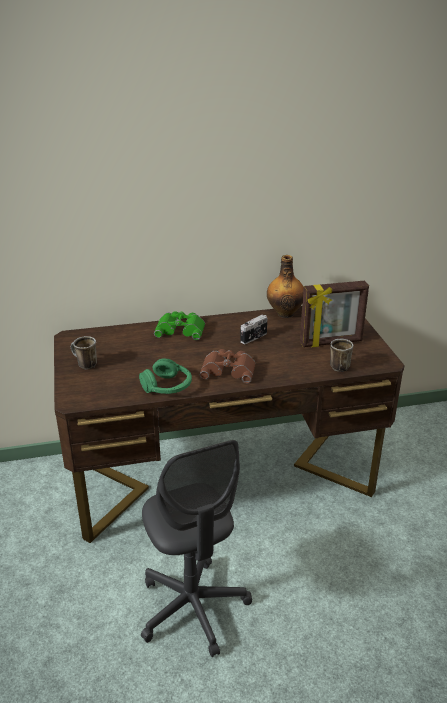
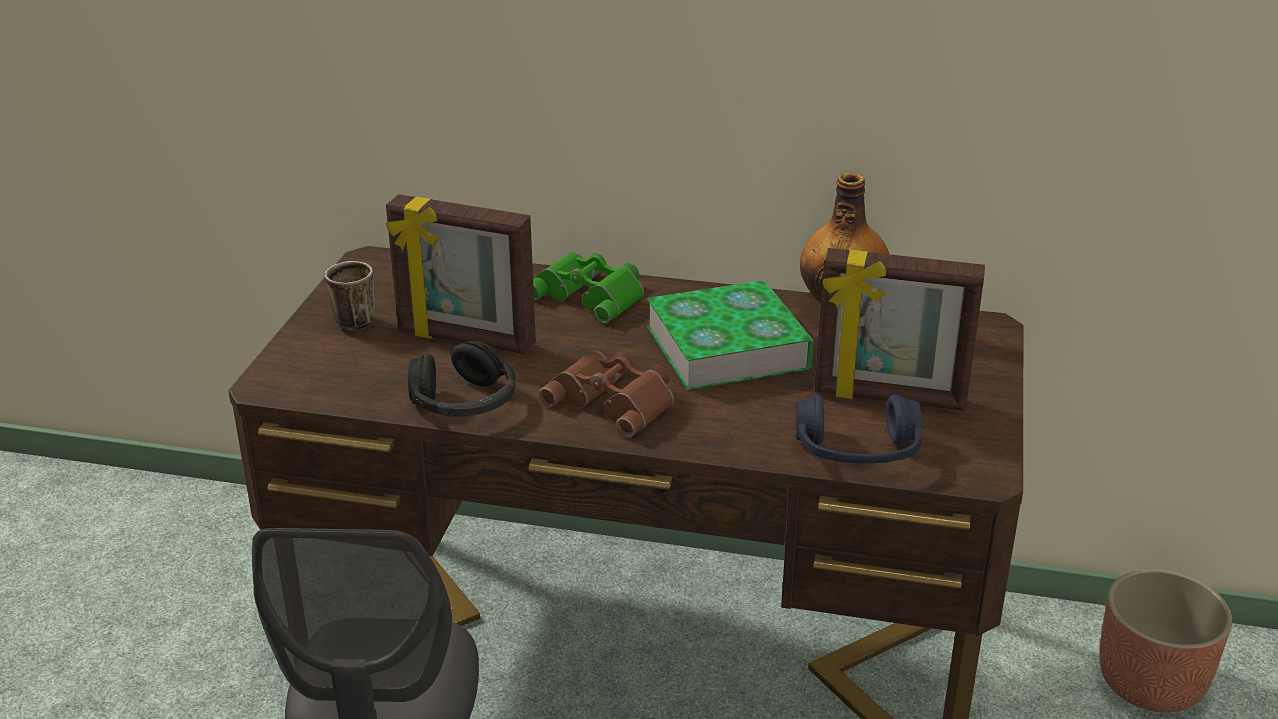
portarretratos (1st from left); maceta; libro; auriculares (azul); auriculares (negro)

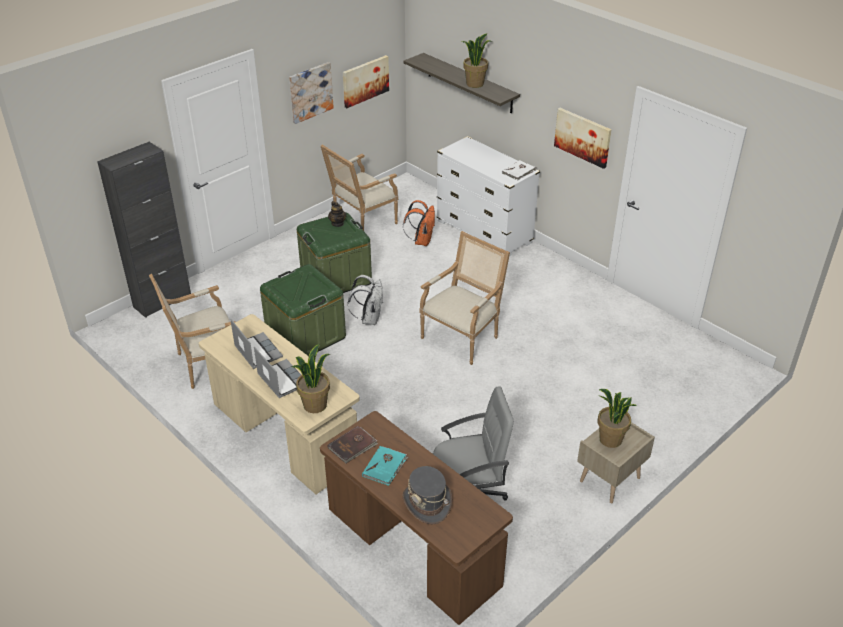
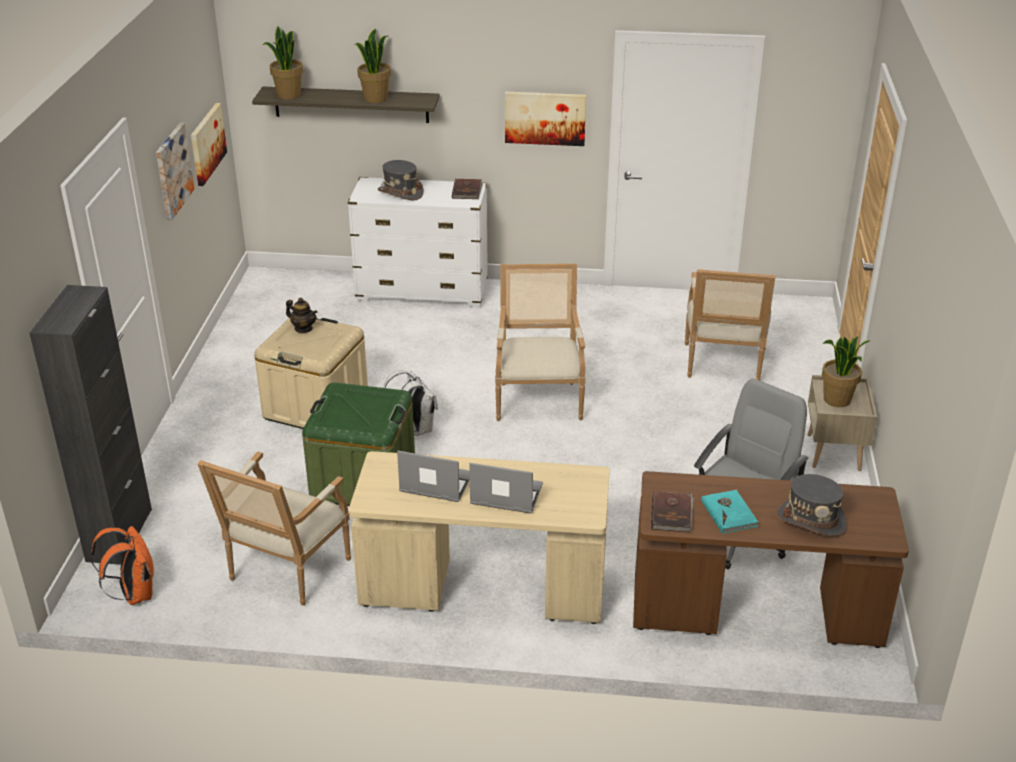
sombrero (gris) (1st from left); planta en maceta (1st from left); sillón (3rd from left); mochila (naranja); caja de almacenaje (beis); libro (marrón) (1st from left)

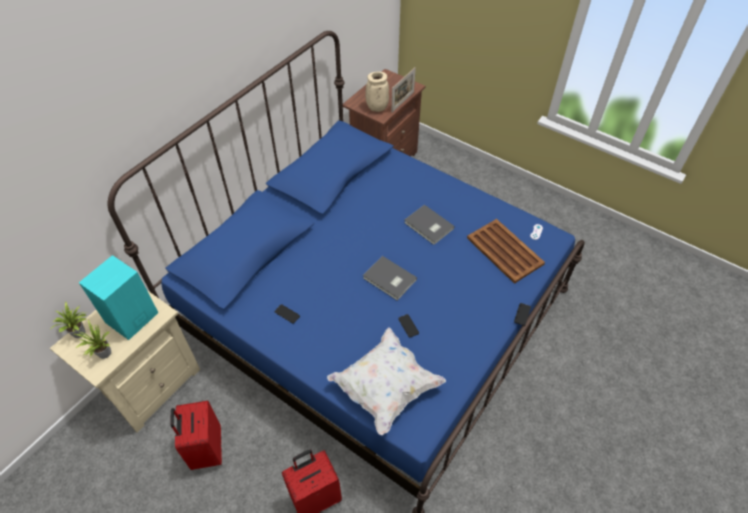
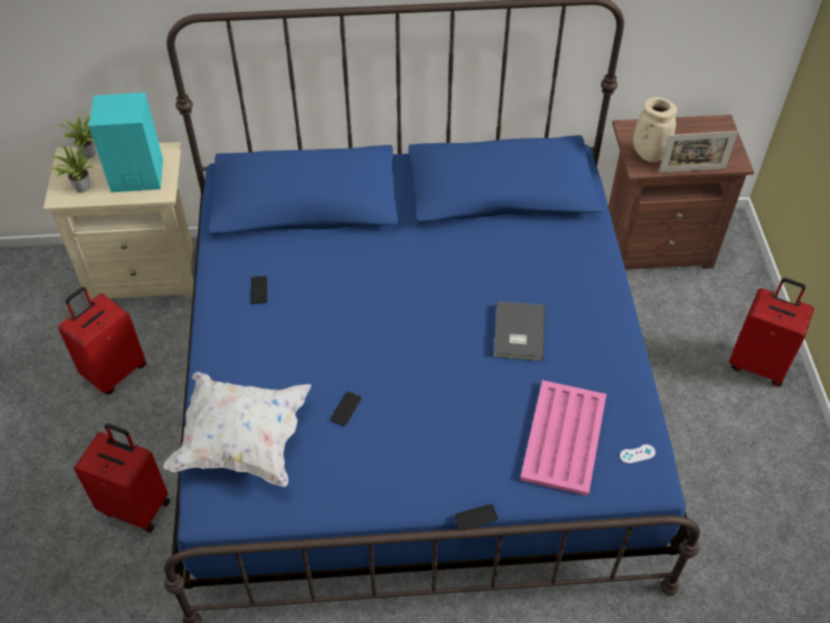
libro (gris) (1st from left in the first image); maleta (rojo) (3rd from left); bandeja (rosa)

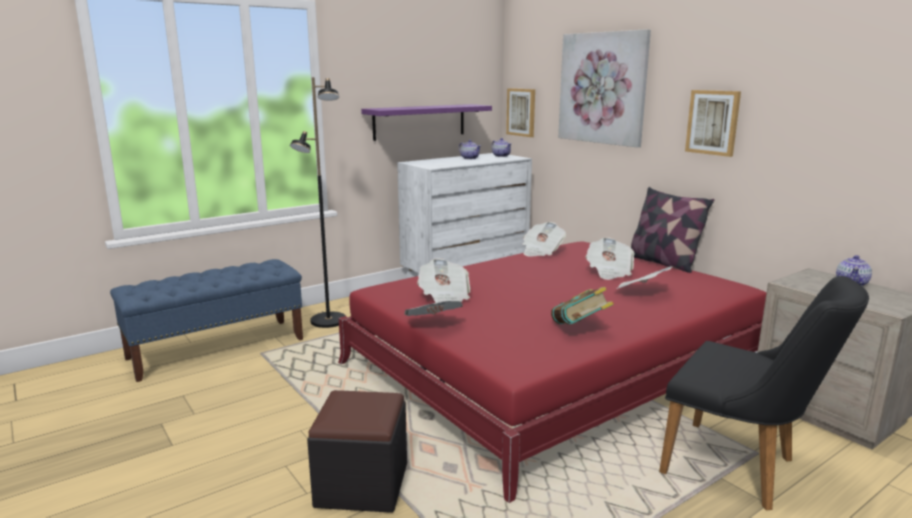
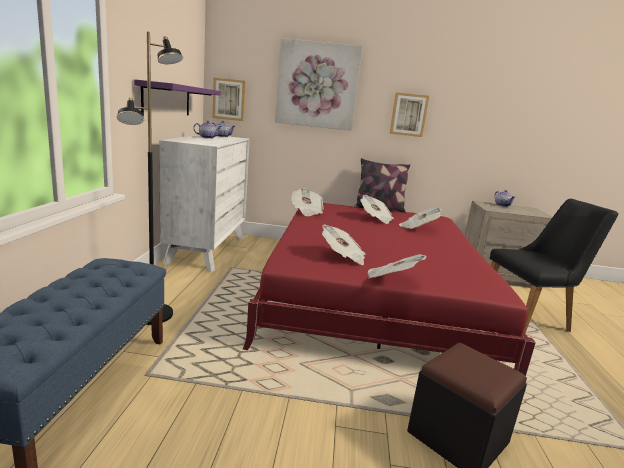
libro

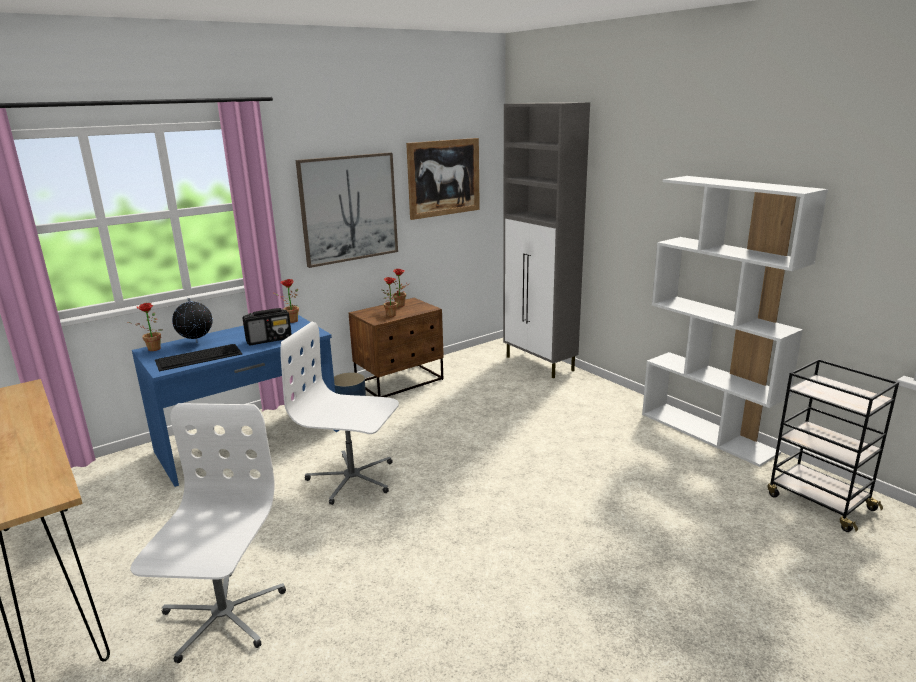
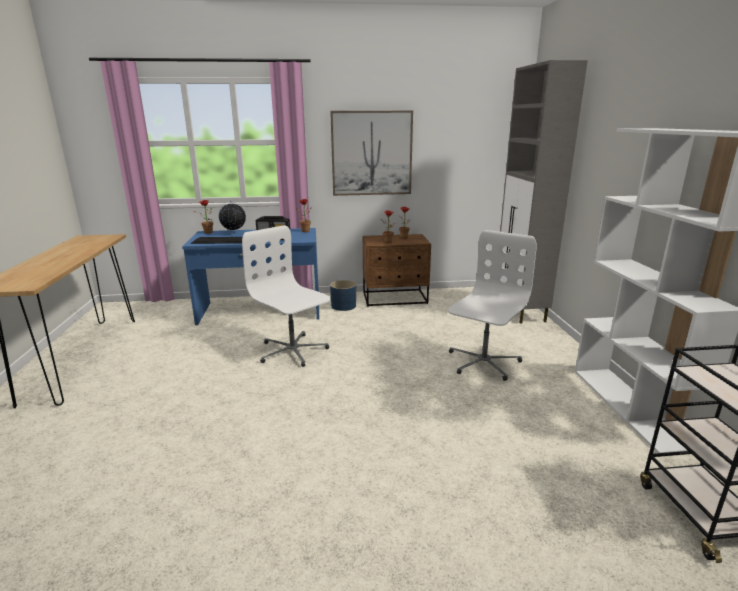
cuadro (2nd from left in the first image); silla de oficina (blanco) (2nd from left)

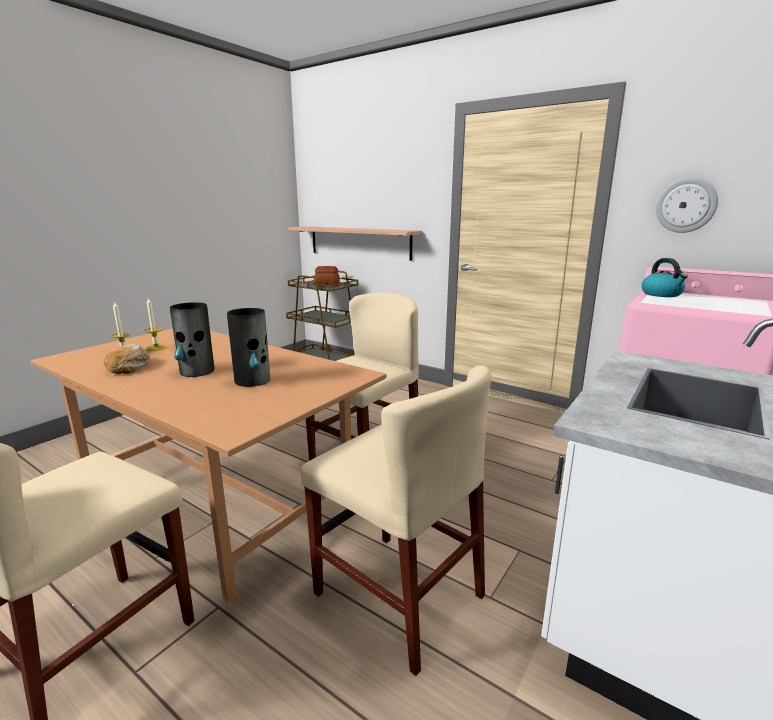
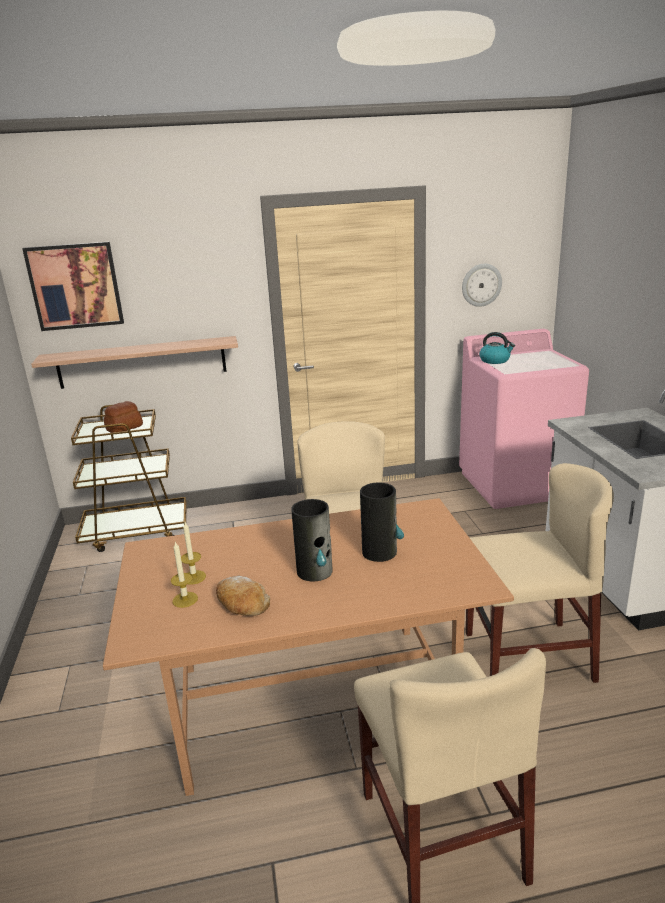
cuadro

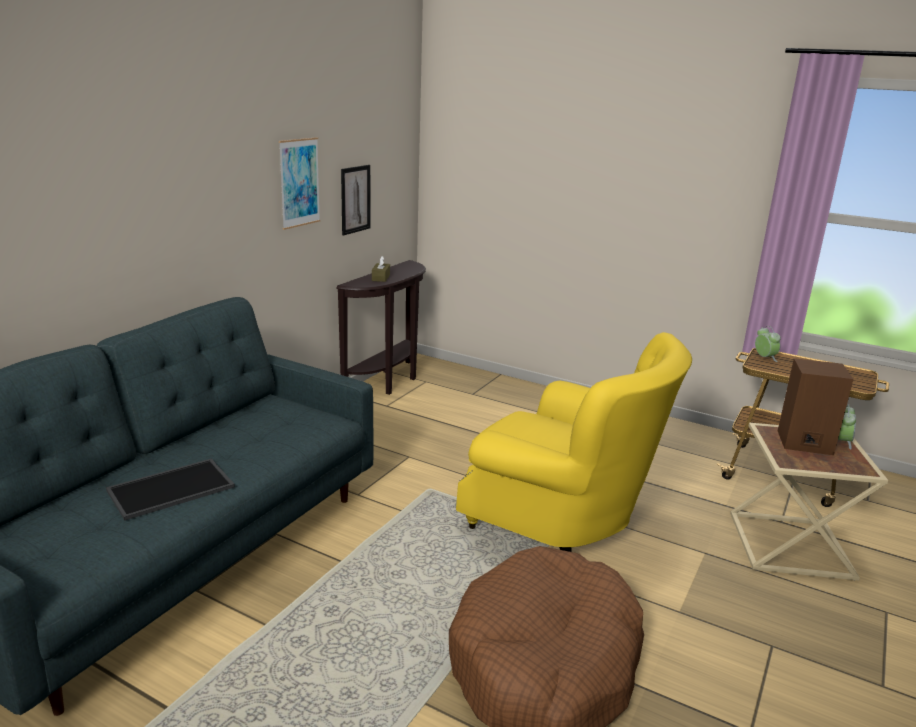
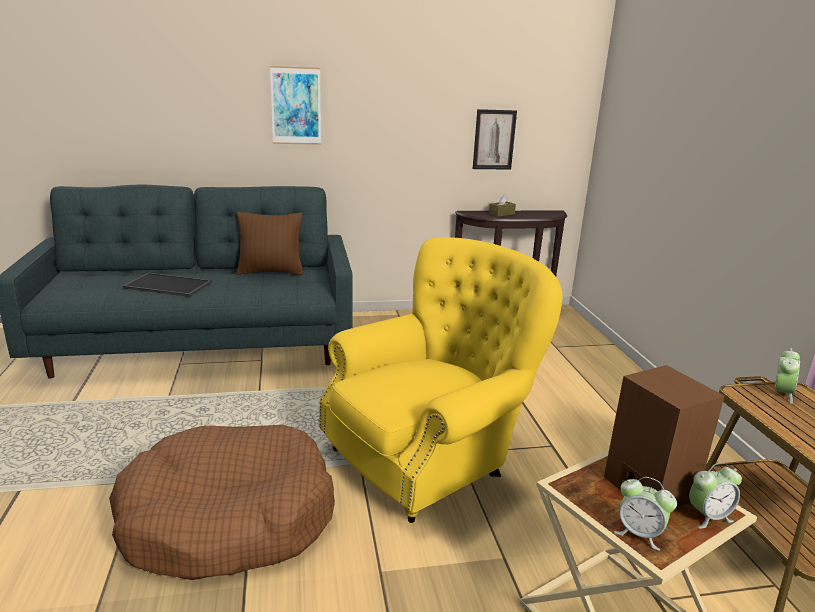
cojín (marrón); despertador (1st from left); cuadro (1st from left); sillón (amarillo)

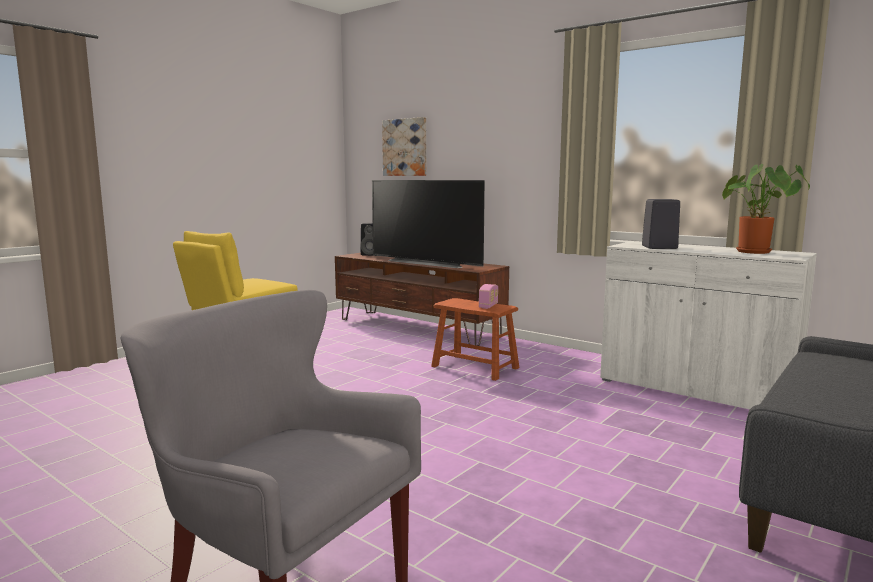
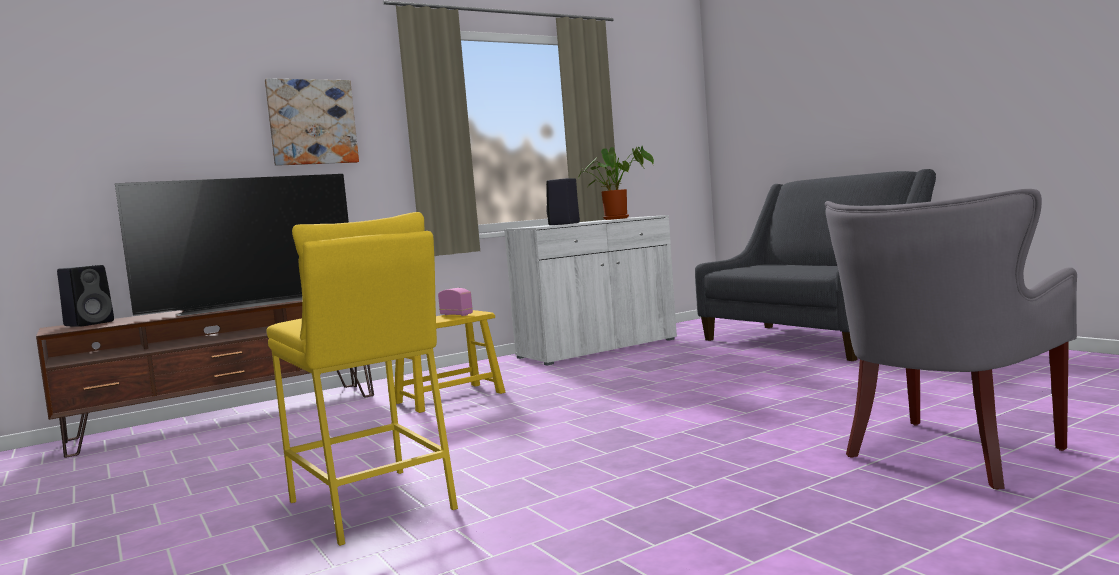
cuadro; taburete (amarillo) (2nd from left)

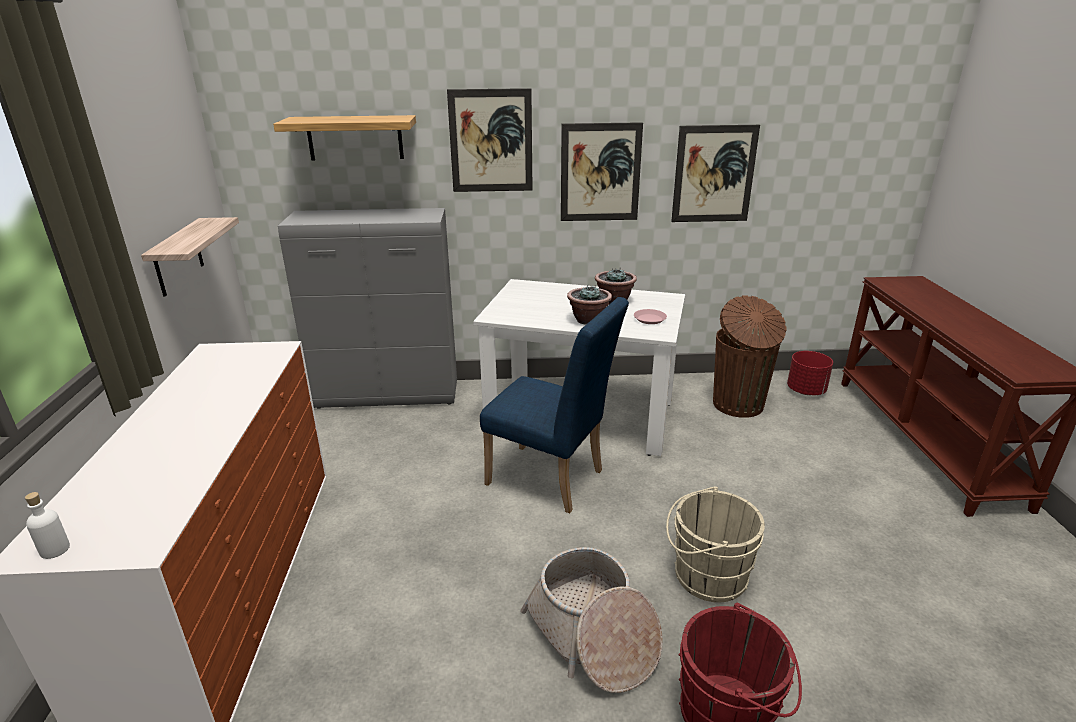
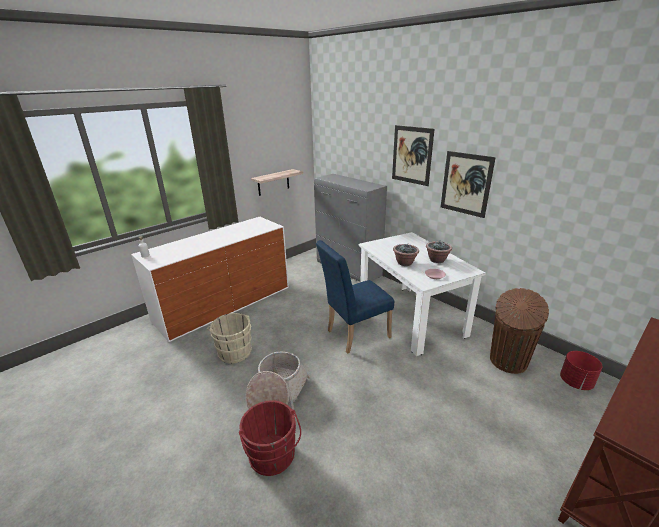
estante (2nd from left in the first image); cuadro (3rd from left in the first image); cubo (beis); silla (azul)

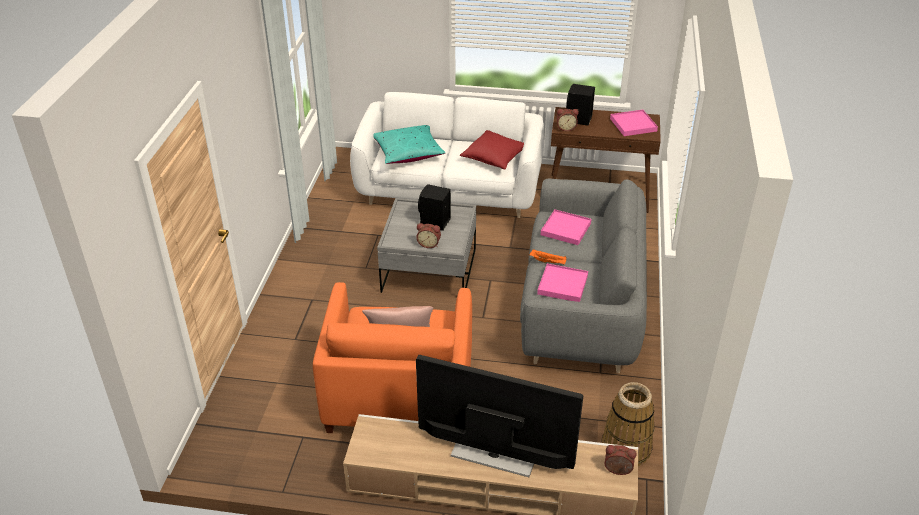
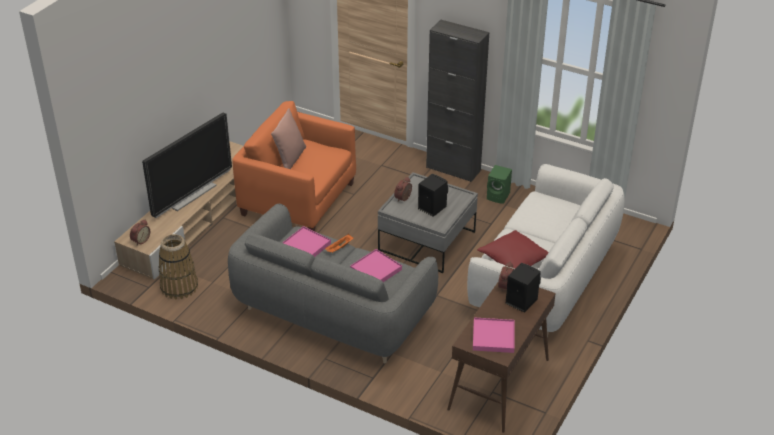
cojín (turquesa); armario (negro); altavoz (verde)

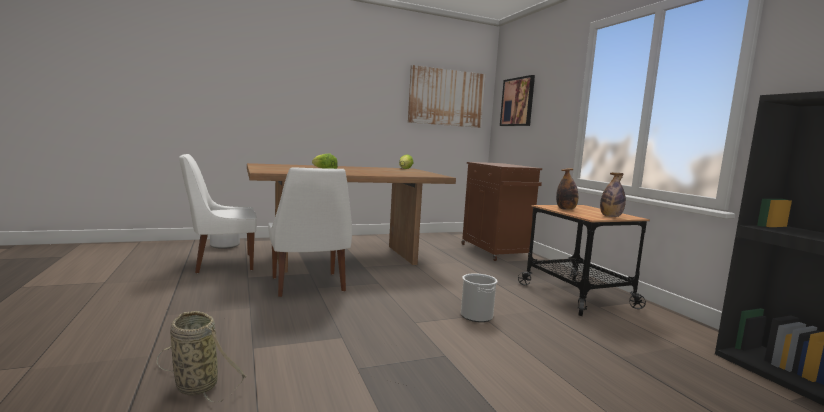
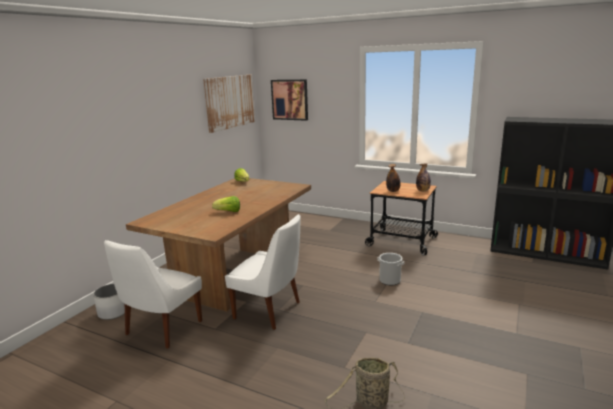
armario (marrón)

